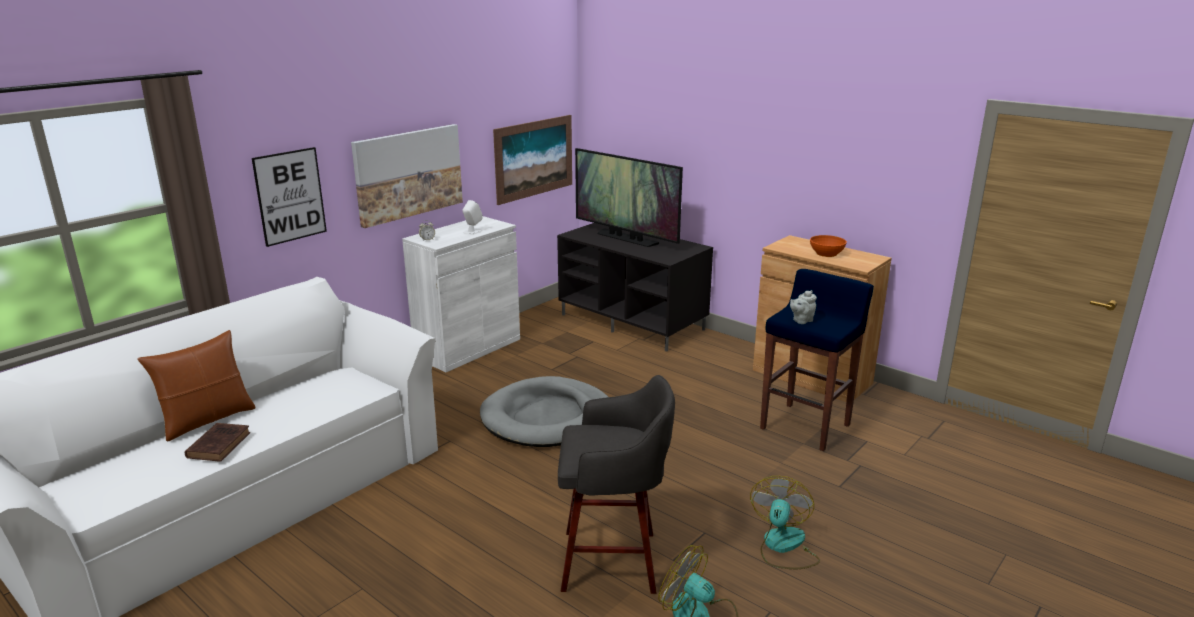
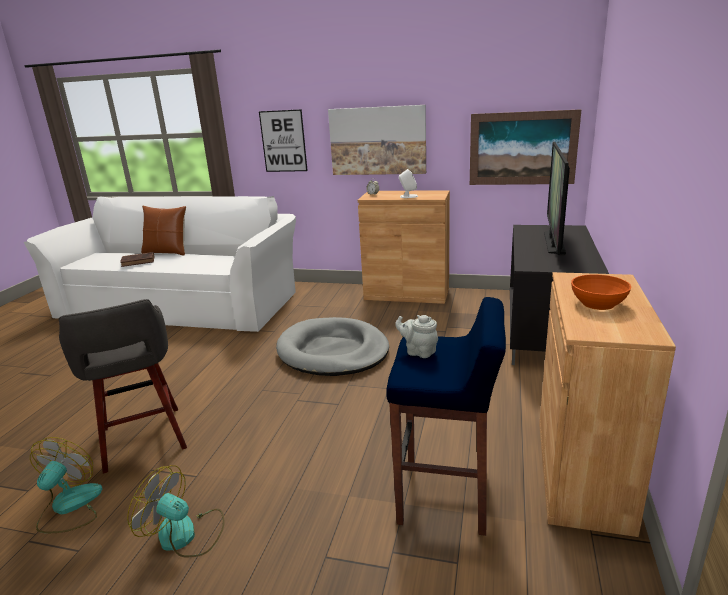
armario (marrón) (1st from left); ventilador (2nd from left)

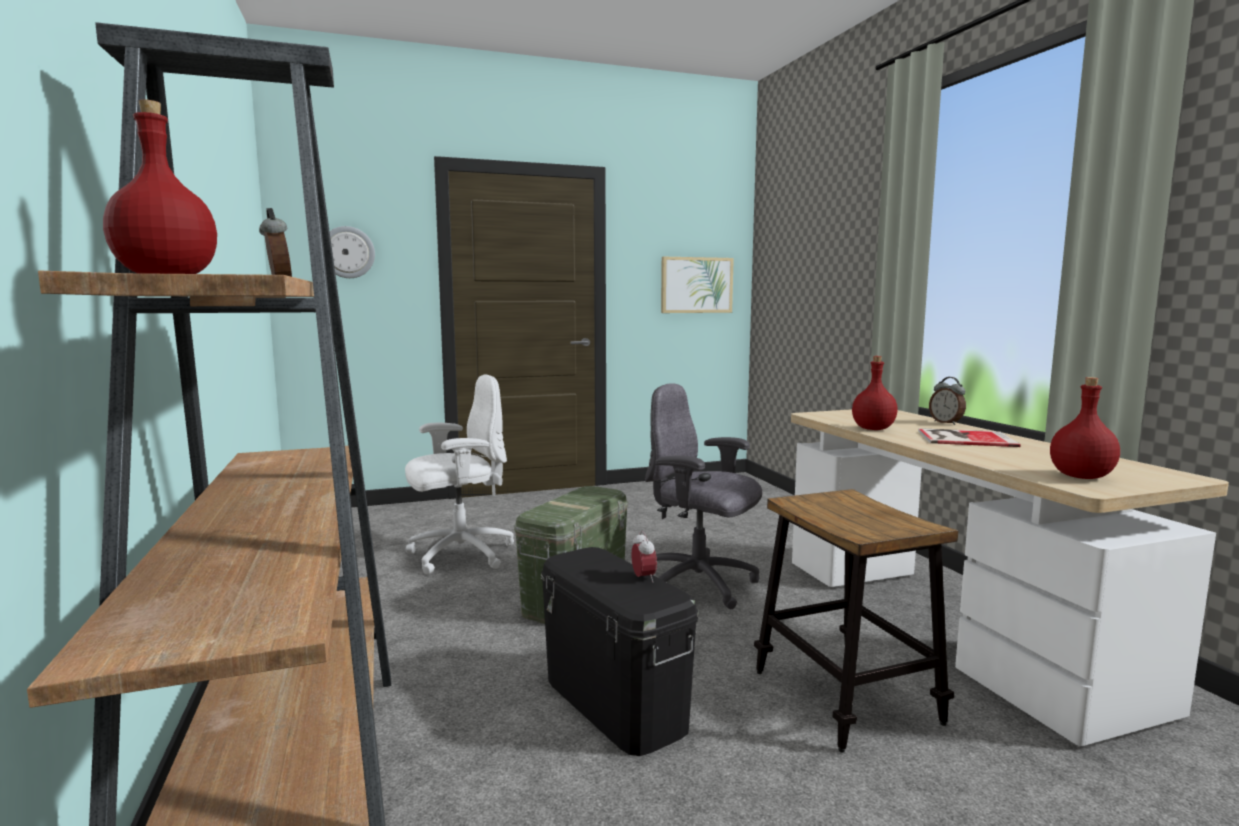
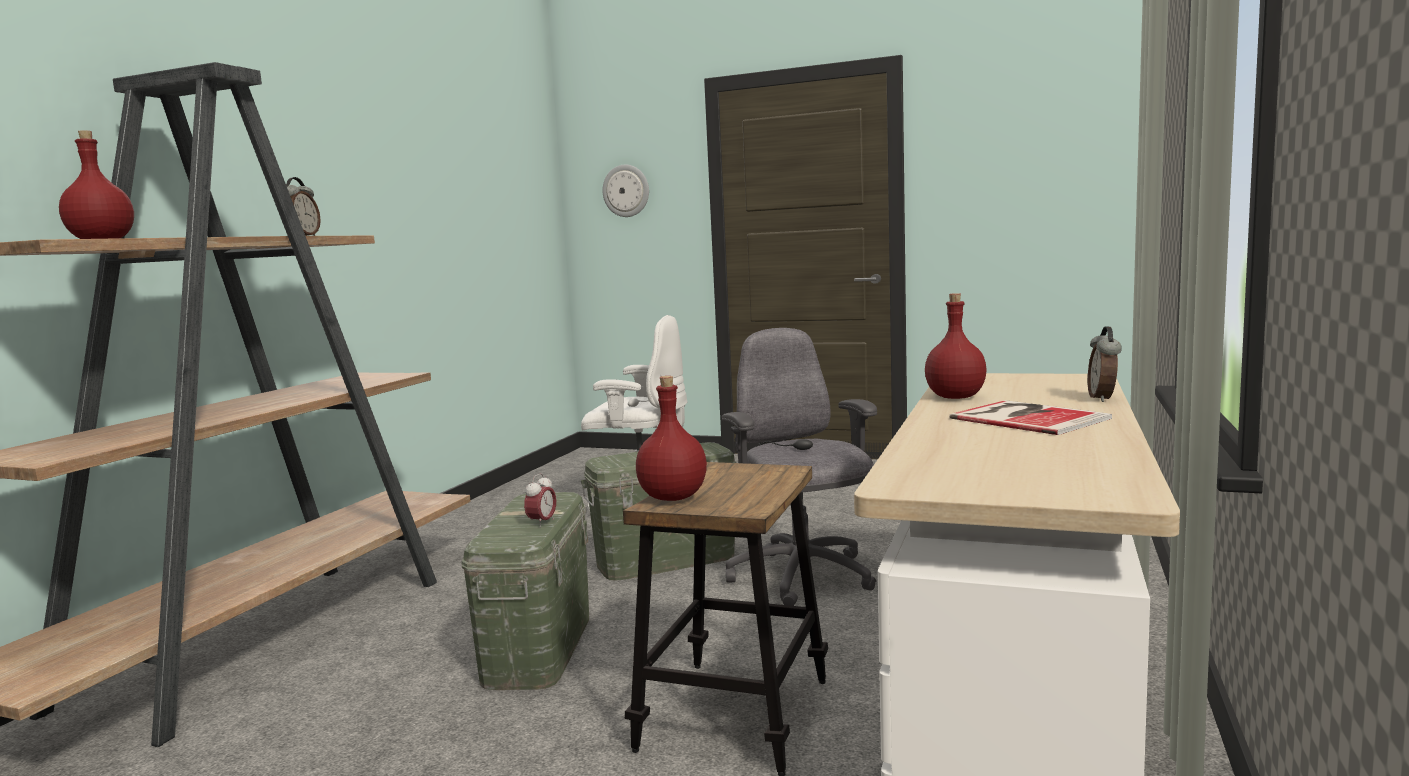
cuadro; botella (rojo) (2nd from left); caja de almacenaje (verde) (1st from left)

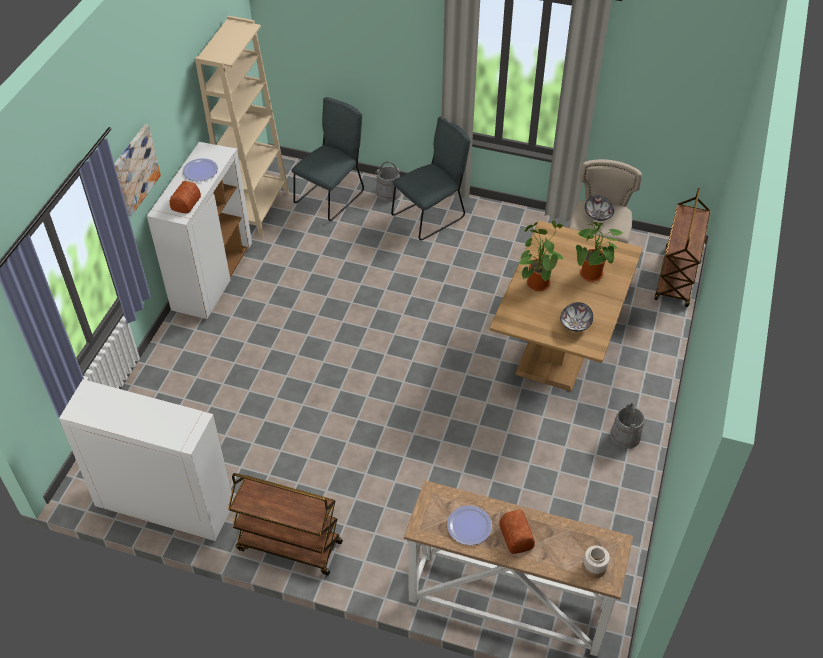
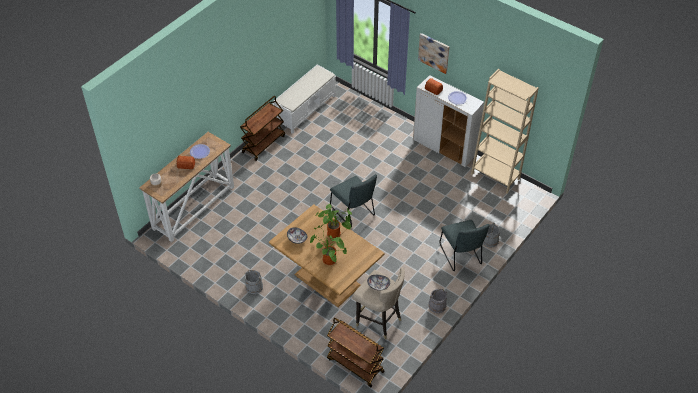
cubo (gris) (2nd from left); silla (gris) (1st from left); banco (blanco)

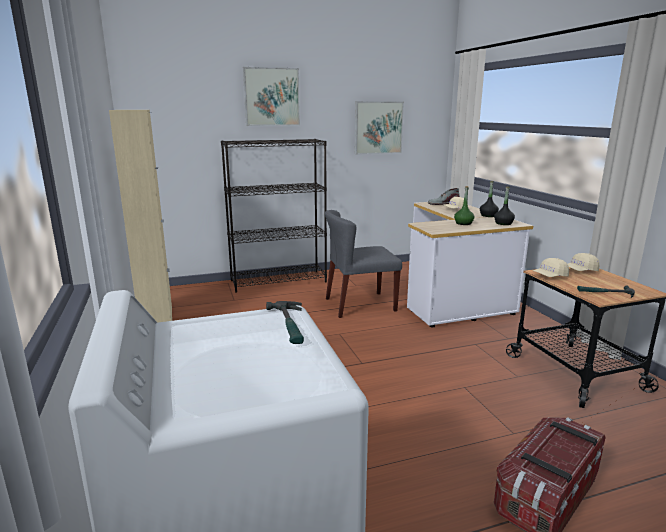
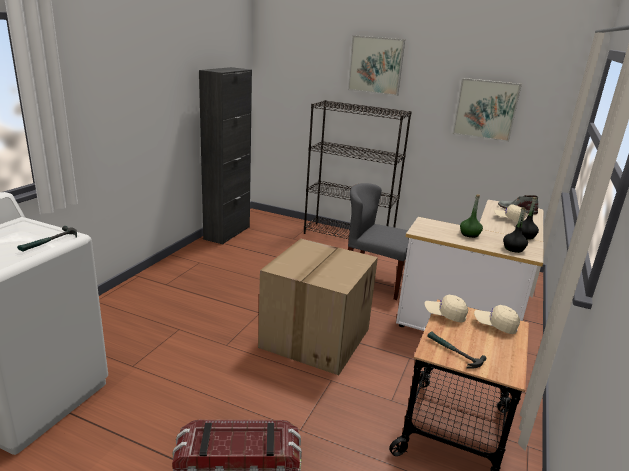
caja de cartón; armario (negro)

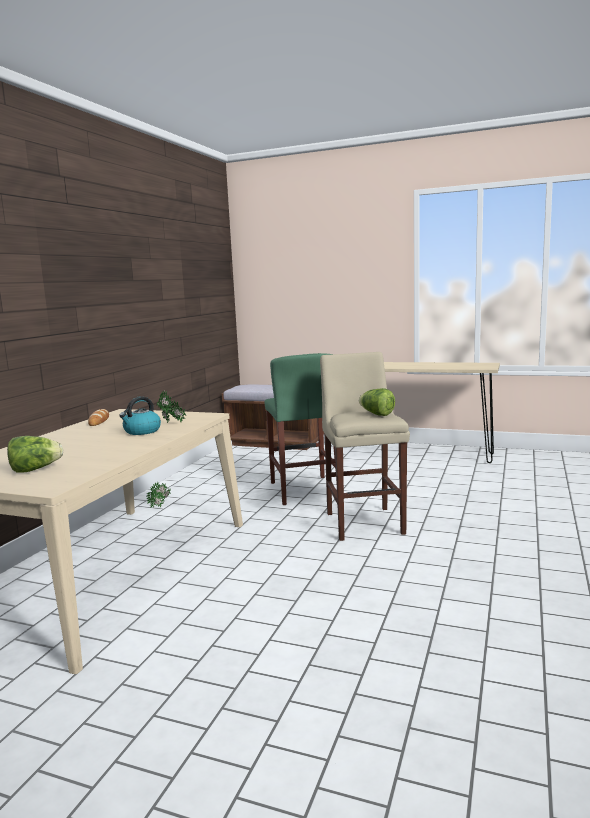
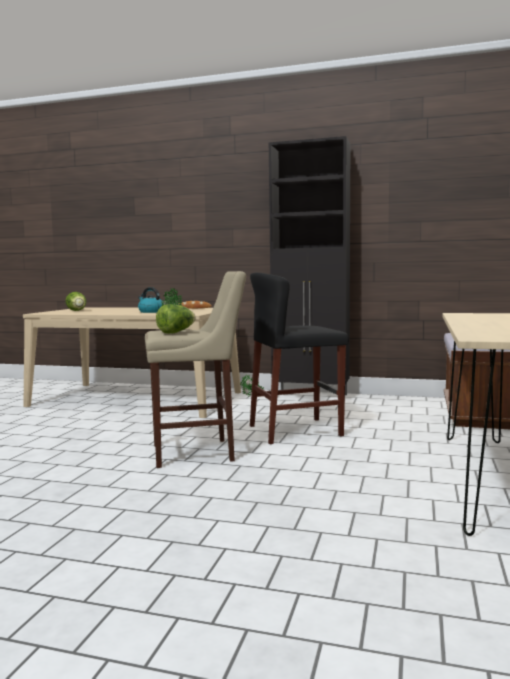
armario (negro); taburete (negro)

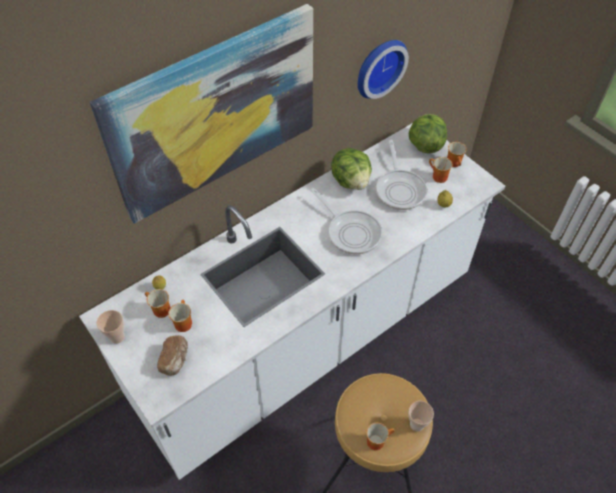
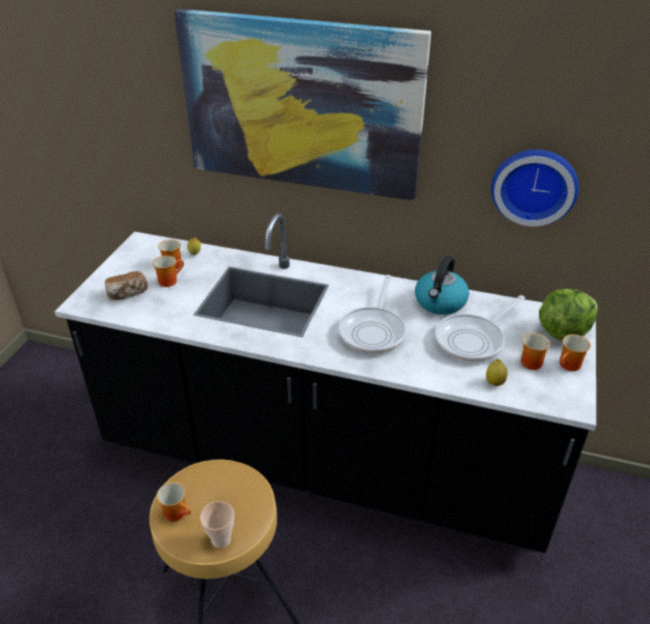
taza (1st from left in the first image); hervidor; mueble bajo de cocina (negro)

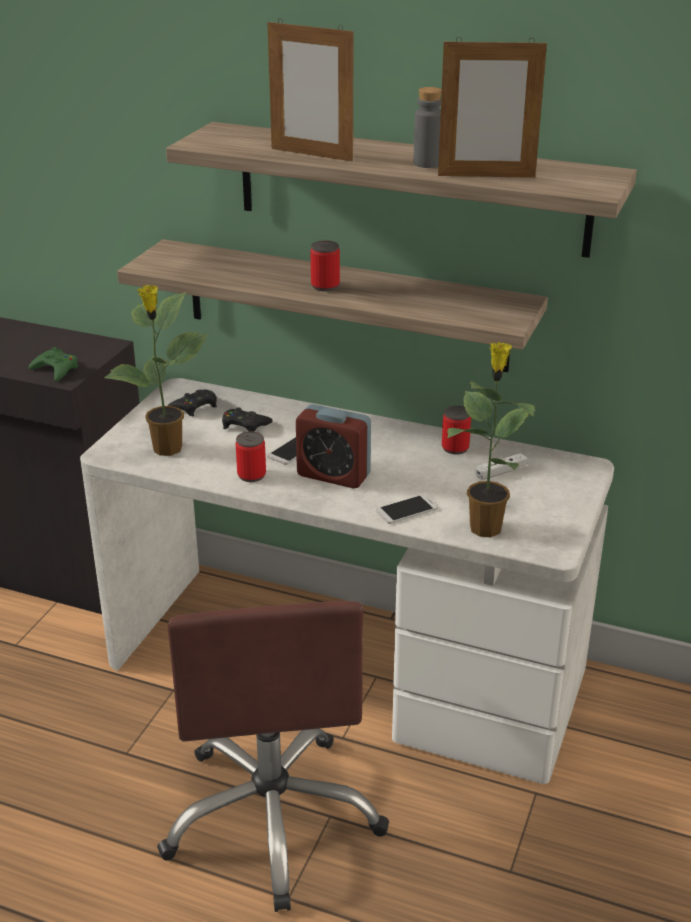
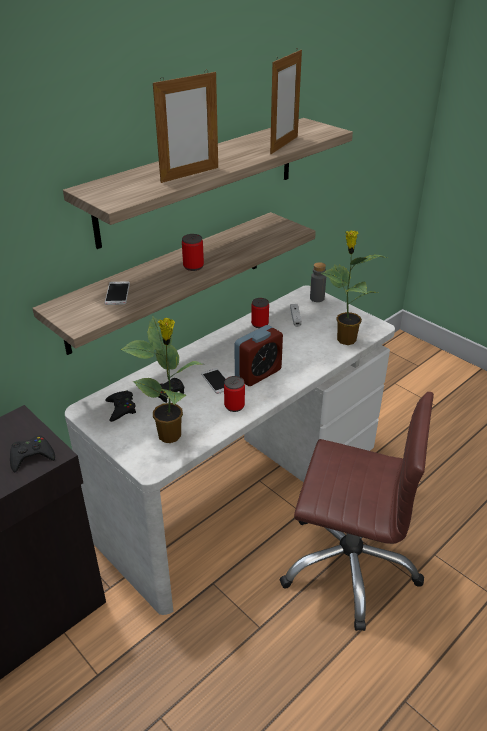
móvil (1st from left); botella (gris); mando de consola (negro) (1st from left)

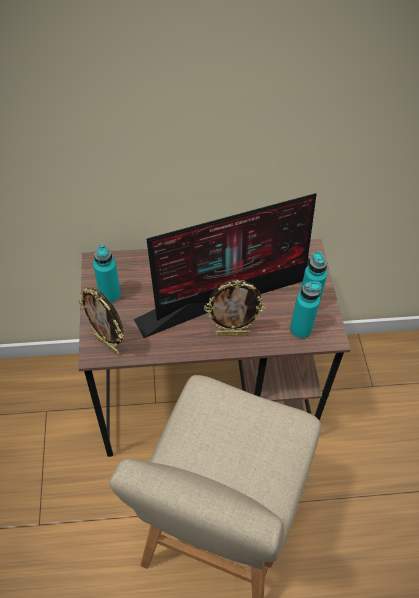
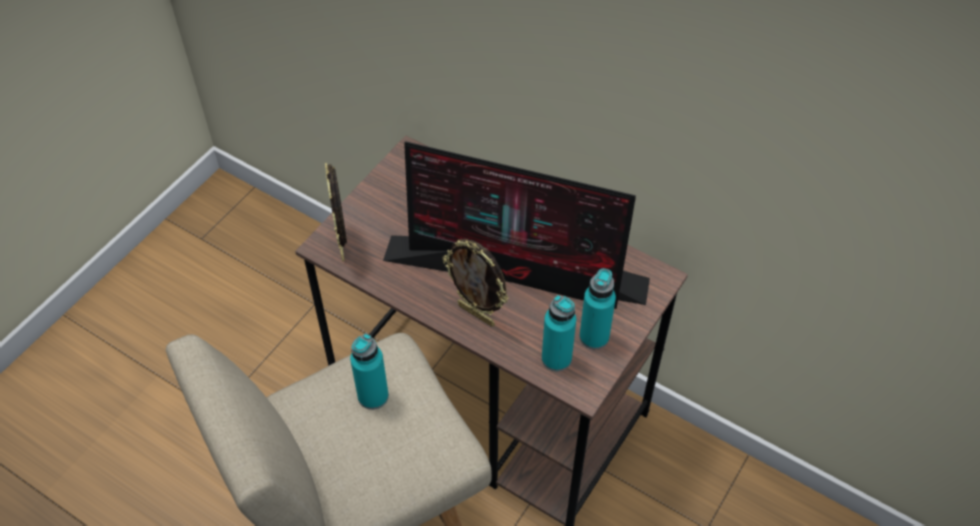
botella (turquesa) (1st from left)

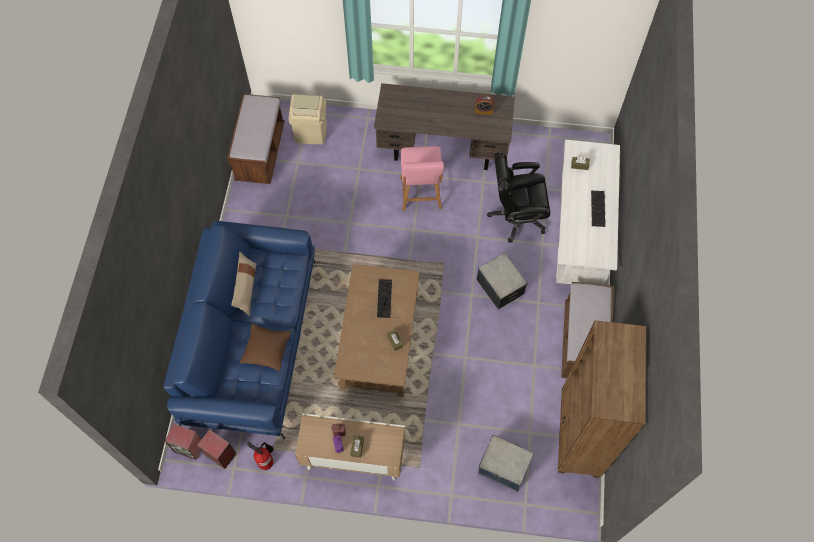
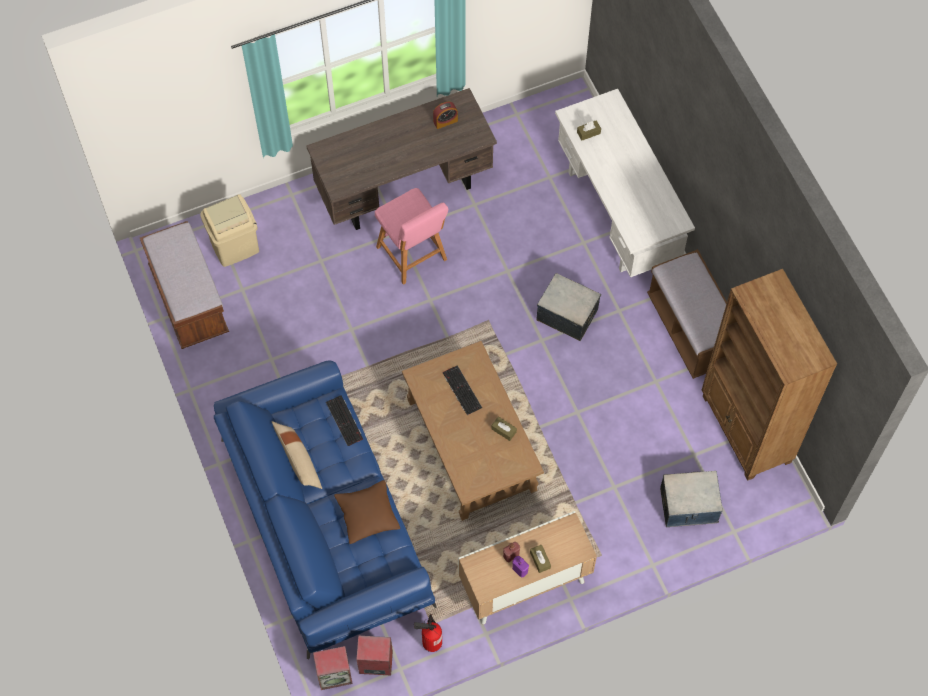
silla de oficina (negro); teclado (1st from left)

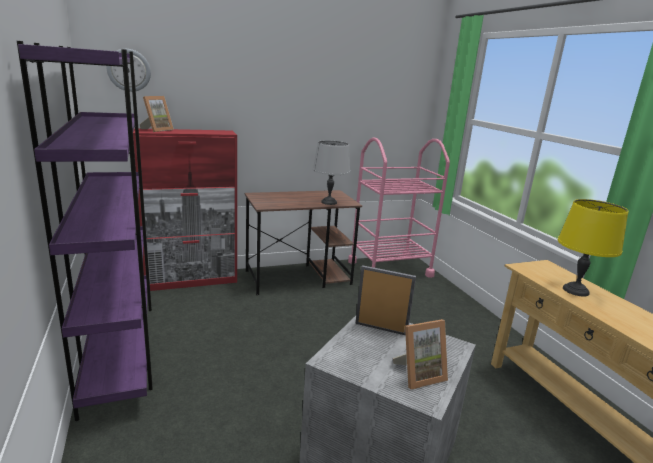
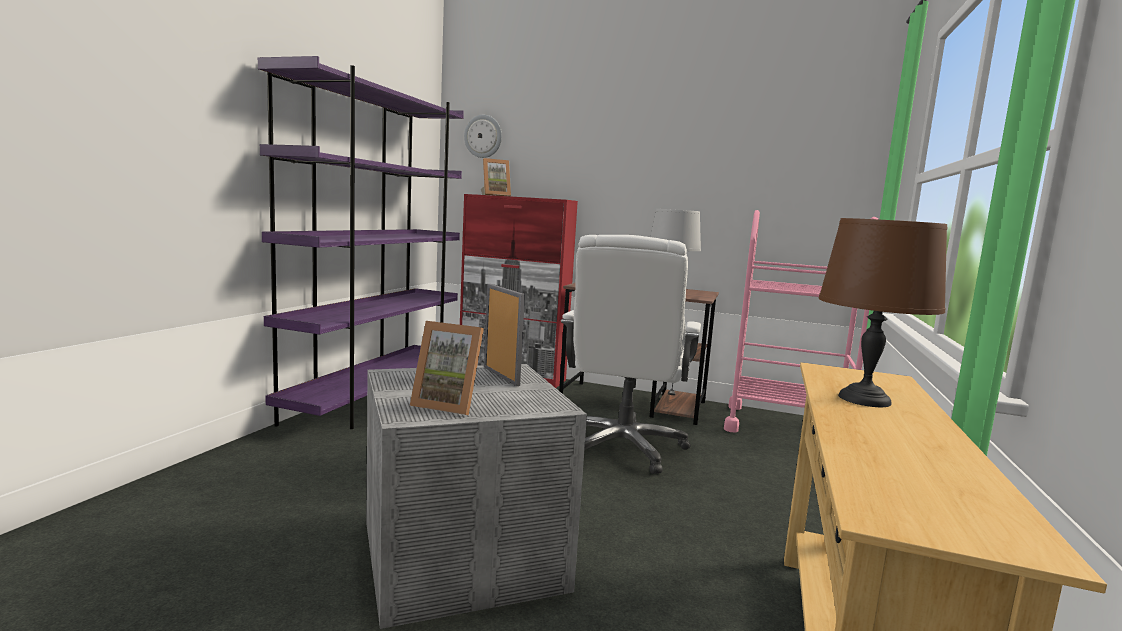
silla de oficina (blanco); lámpara de mesa (marrón)

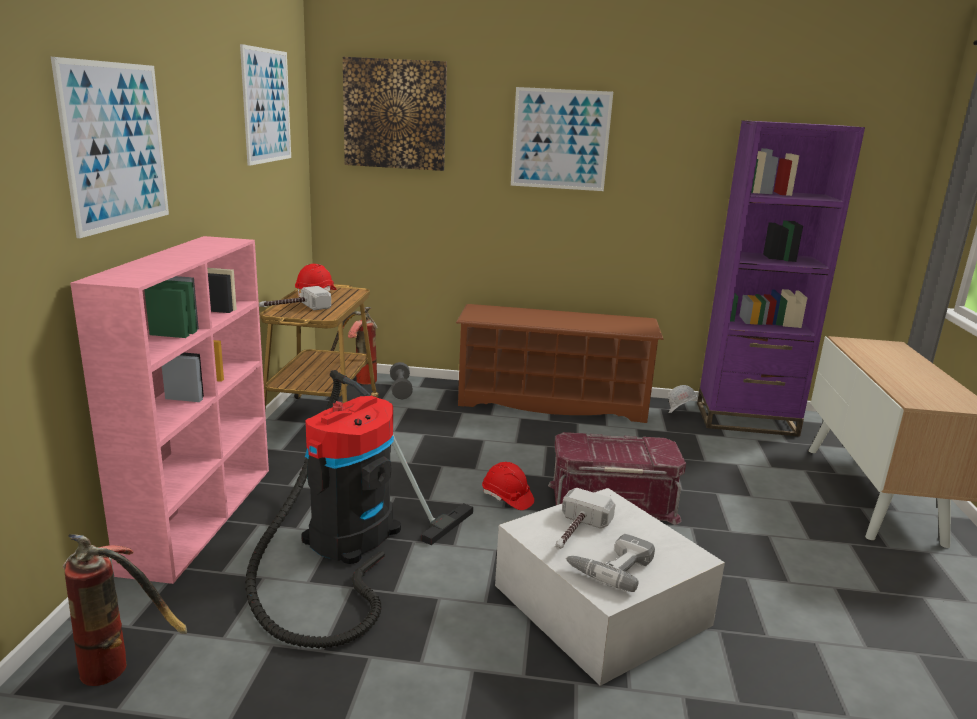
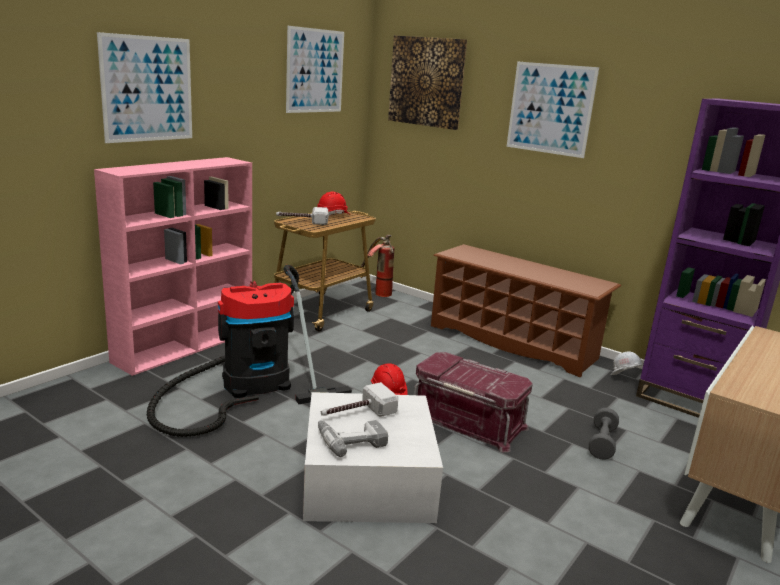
extintor (1st from left in the first image); mancuerna (gris)

